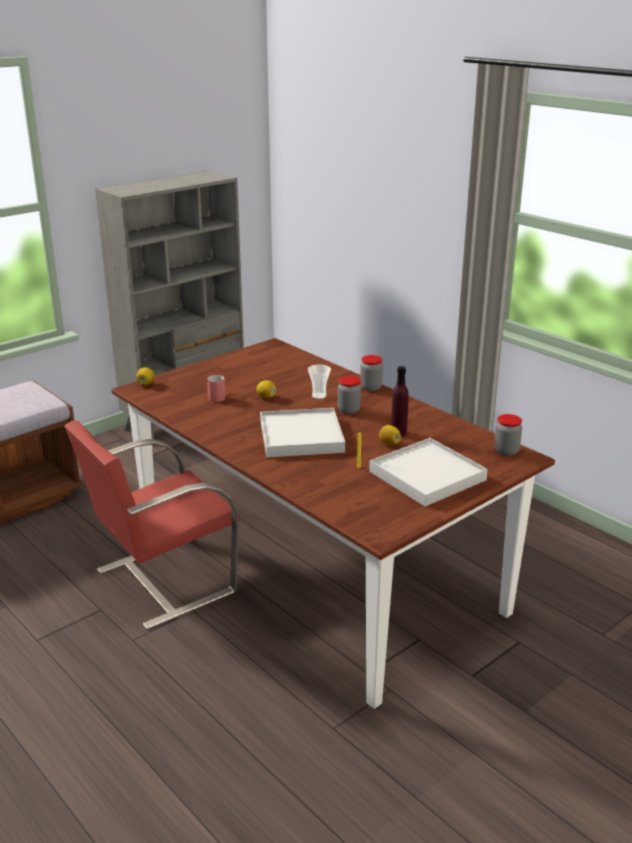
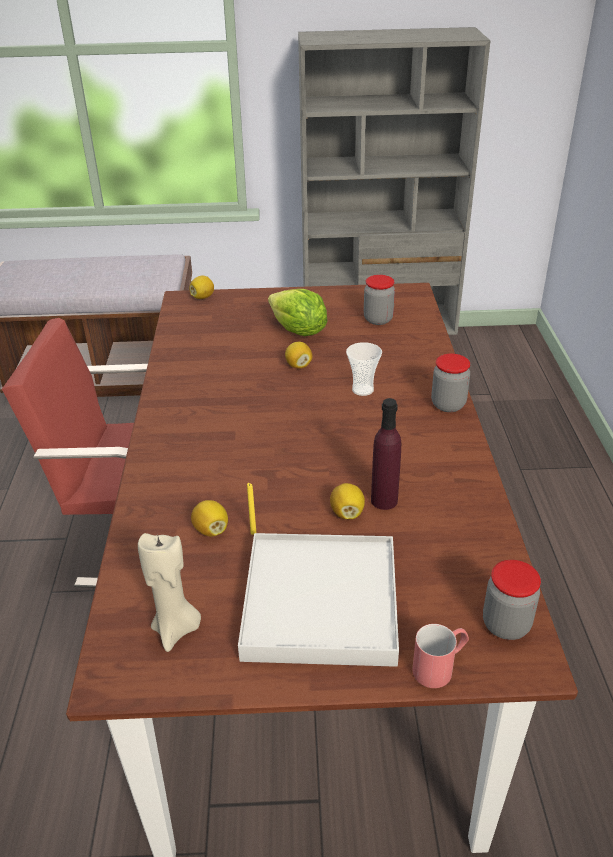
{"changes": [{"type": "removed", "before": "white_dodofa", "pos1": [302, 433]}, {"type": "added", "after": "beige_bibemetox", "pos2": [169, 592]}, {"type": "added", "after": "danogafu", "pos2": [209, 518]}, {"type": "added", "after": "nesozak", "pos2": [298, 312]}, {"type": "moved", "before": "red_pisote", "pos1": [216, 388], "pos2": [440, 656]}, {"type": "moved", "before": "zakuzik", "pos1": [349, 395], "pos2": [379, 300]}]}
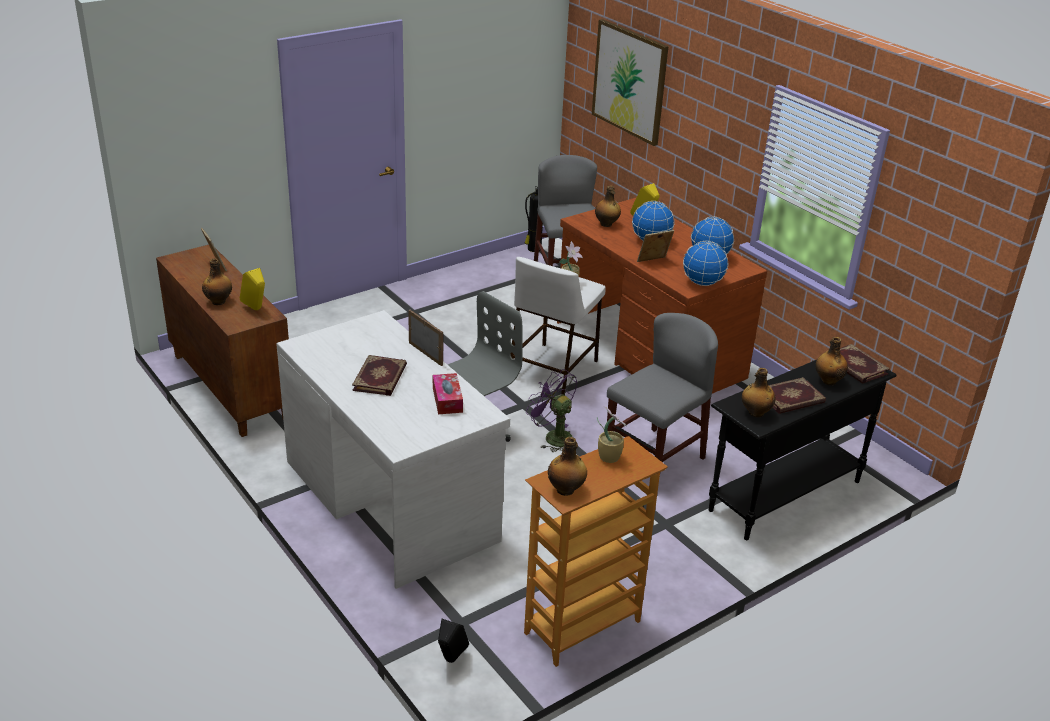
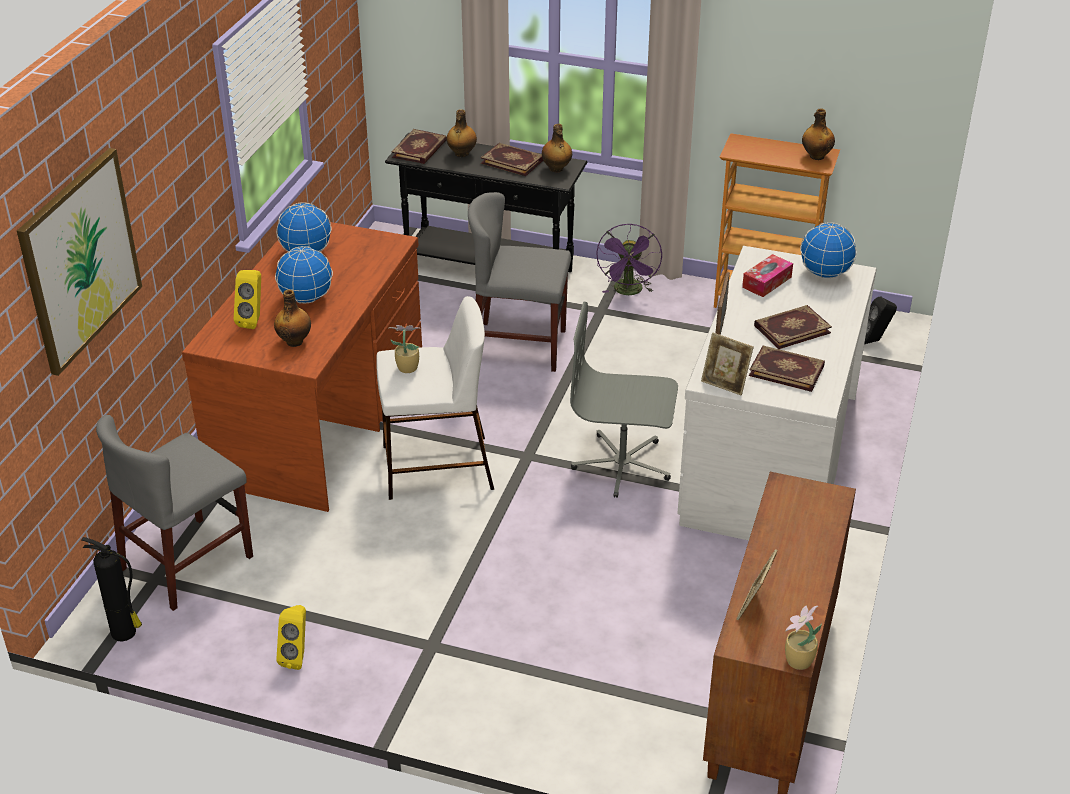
{"changes": [{"type": "removed", "before": "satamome", "pos1": [217, 281]}, {"type": "added", "after": "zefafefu", "pos2": [787, 369]}, {"type": "moved", "before": "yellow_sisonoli", "pos1": [252, 289], "pos2": [291, 637]}, {"type": "moved", "before": "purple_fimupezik", "pos1": [551, 410], "pos2": [629, 259]}, {"type": "moved", "before": "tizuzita", "pos1": [612, 434], "pos2": [803, 637]}, {"type": "moved", "before": "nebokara", "pos1": [655, 246], "pos2": [727, 364]}, {"type": "moved", "before": "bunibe", "pos1": [705, 263], "pos2": [828, 250]}]}
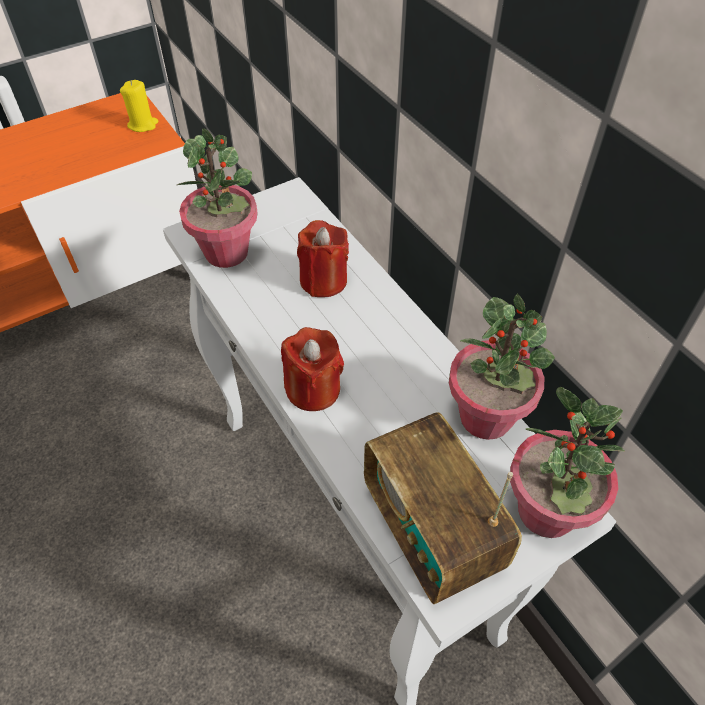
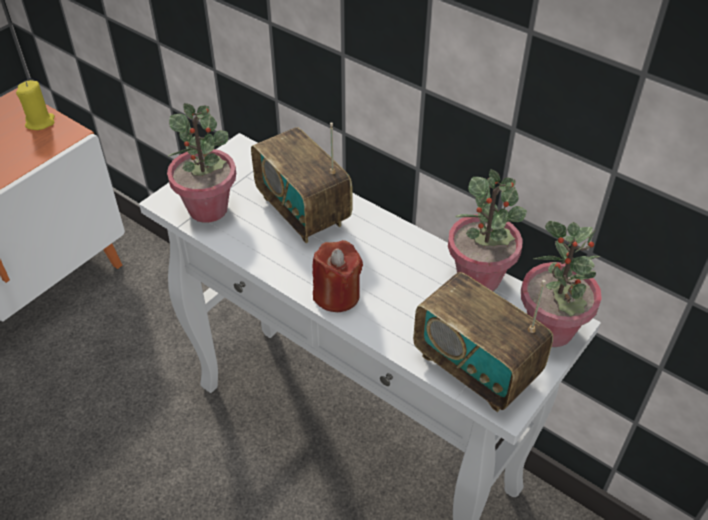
{"changes": [{"type": "replaced", "before": "red_bibemetox", "after": "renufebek", "pos1": [323, 258], "pos2": [302, 182]}]}
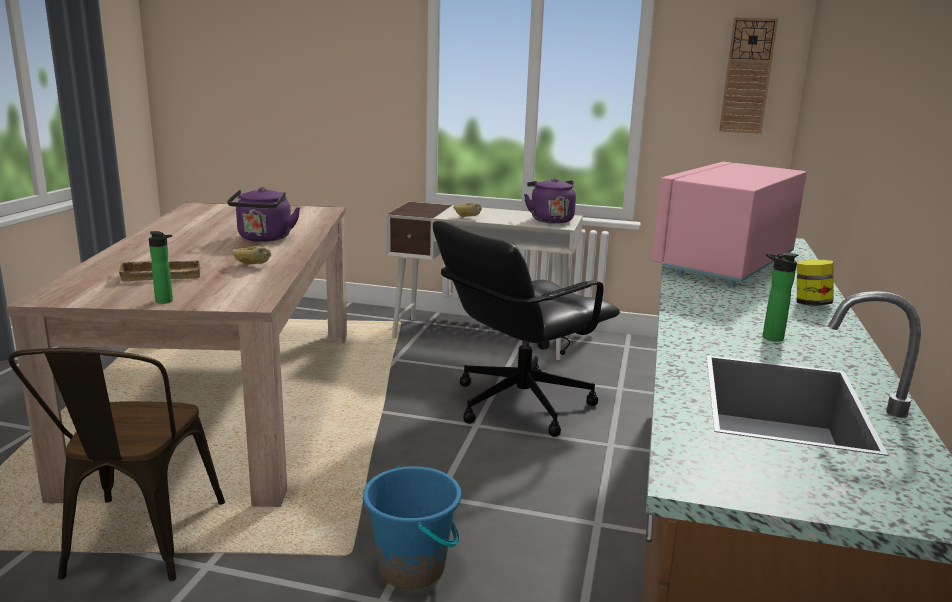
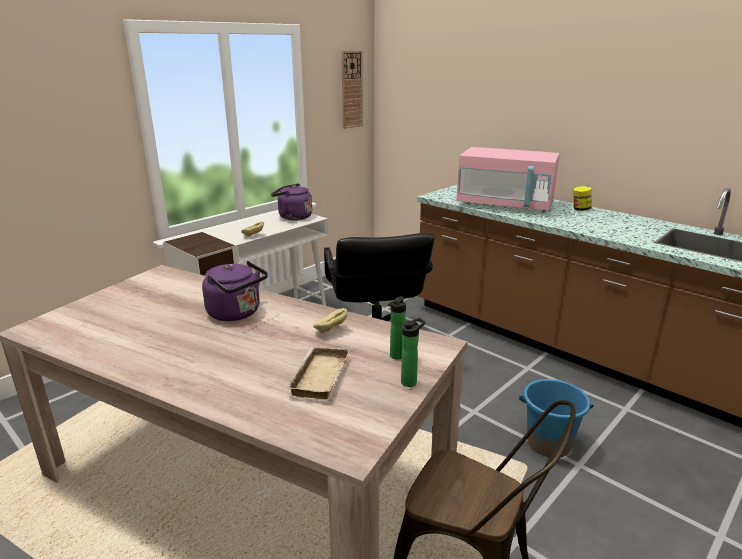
{"changes": [{"type": "moved", "before": "satamome", "pos1": [780, 297], "pos2": [397, 328]}, {"type": "turned", "before": "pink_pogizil", "pos1": [729, 224], "pos2": [508, 179], "turn": -45}]}
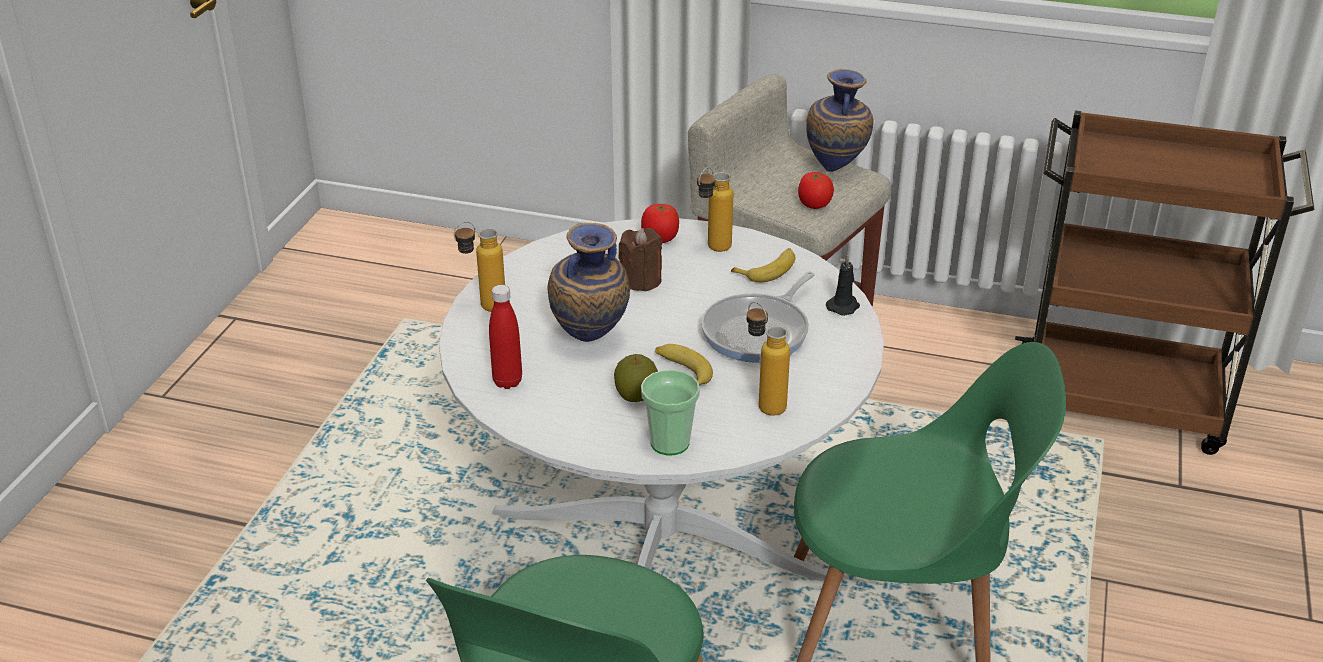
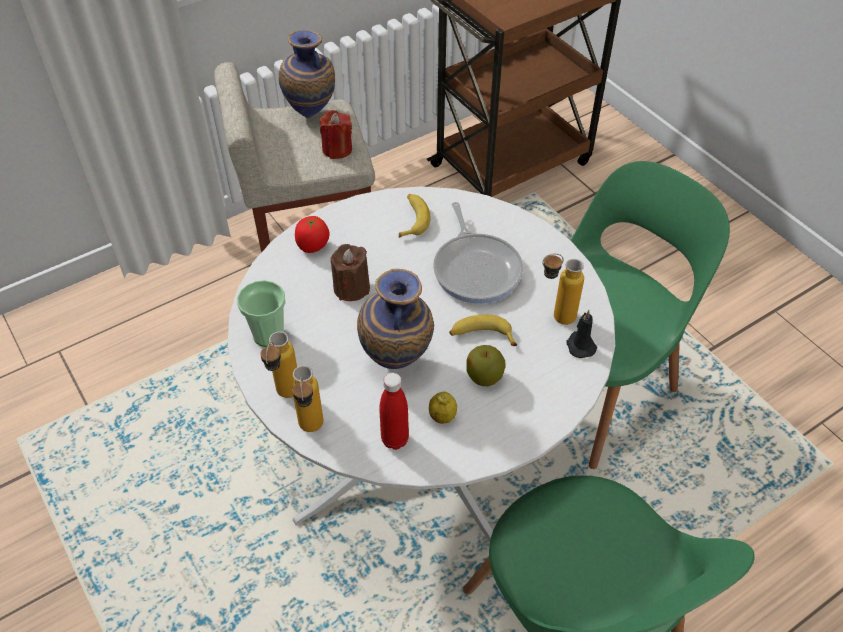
{"changes": [{"type": "added", "after": "danogafu", "pos2": [443, 408]}, {"type": "moved", "before": "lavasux", "pos1": [670, 413], "pos2": [261, 313]}, {"type": "moved", "before": "satamome", "pos1": [715, 209], "pos2": [307, 398]}, {"type": "moved", "before": "black_bibemetox", "pos1": [843, 285], "pos2": [581, 334]}, {"type": "replaced", "before": "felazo", "after": "red_bibemetox", "pos1": [816, 190], "pos2": [336, 134]}]}
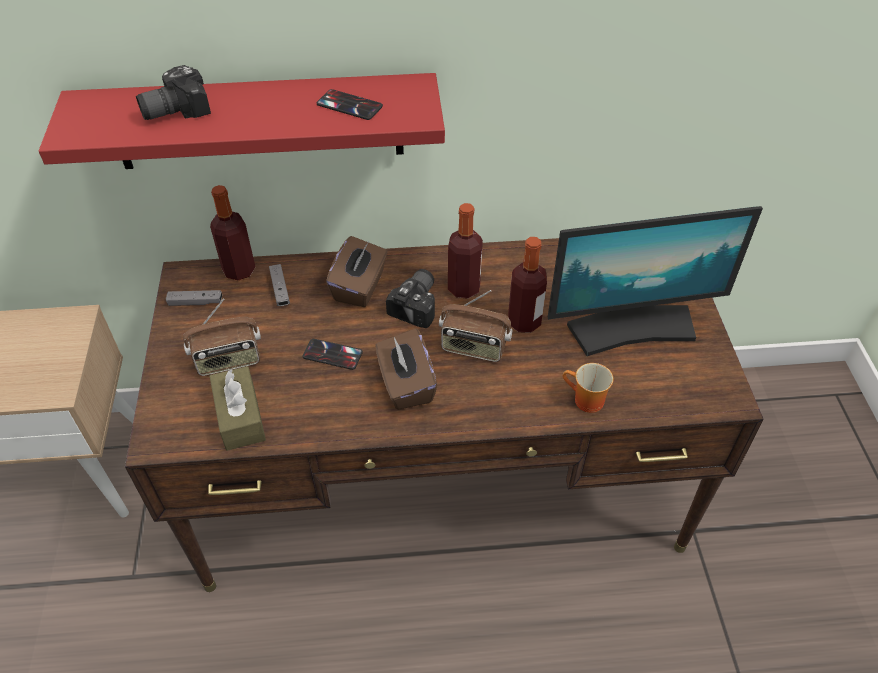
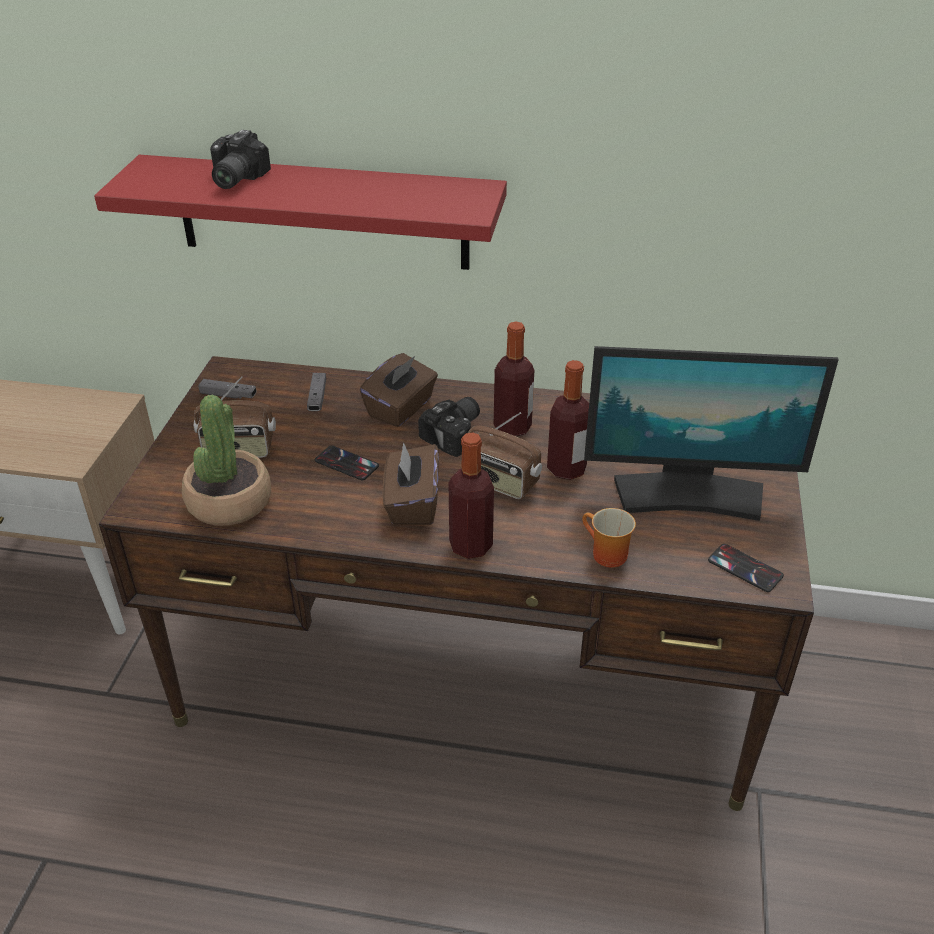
{"changes": [{"type": "moved", "before": "satamome", "pos1": [232, 232], "pos2": [471, 495]}, {"type": "moved", "before": "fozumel", "pos1": [350, 104], "pos2": [746, 568]}, {"type": "replaced", "before": "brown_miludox", "after": "tizuzita", "pos1": [238, 408], "pos2": [226, 460]}, {"type": "turned", "before": "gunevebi", "pos1": [173, 92], "pos2": [240, 159], "turn": -60}]}
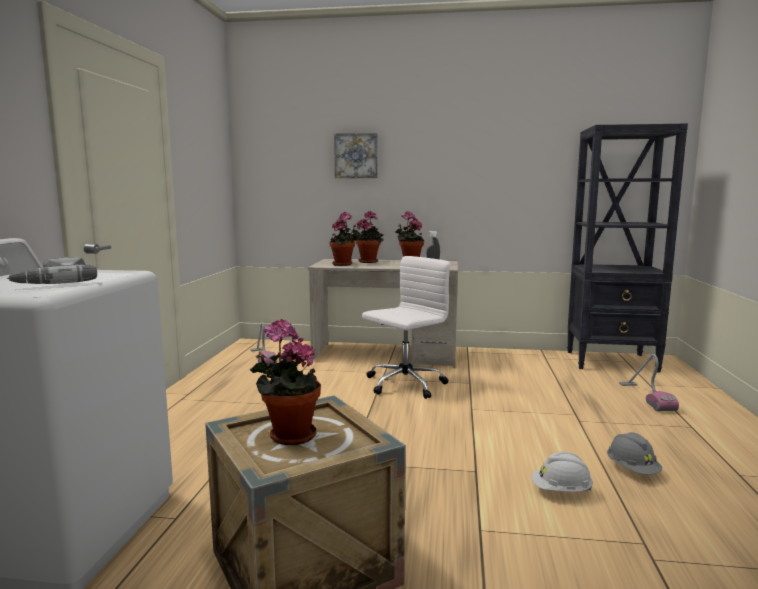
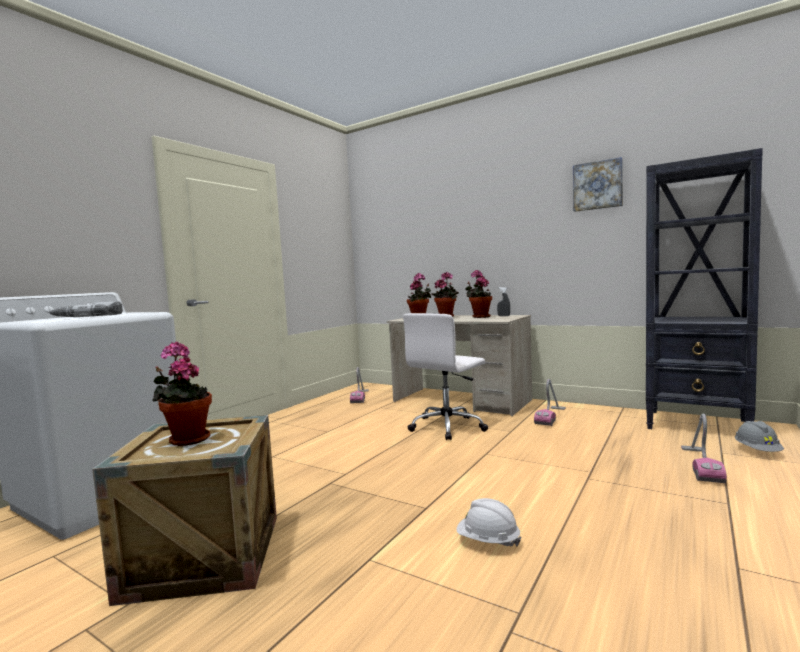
{"changes": [{"type": "added", "after": "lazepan", "pos2": [550, 402]}, {"type": "moved", "before": "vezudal", "pos1": [356, 155], "pos2": [598, 184]}, {"type": "moved", "before": "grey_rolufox", "pos1": [634, 453], "pos2": [759, 436]}, {"type": "turned", "before": "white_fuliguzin", "pos1": [406, 327], "pos2": [445, 376], "turn": 150}]}
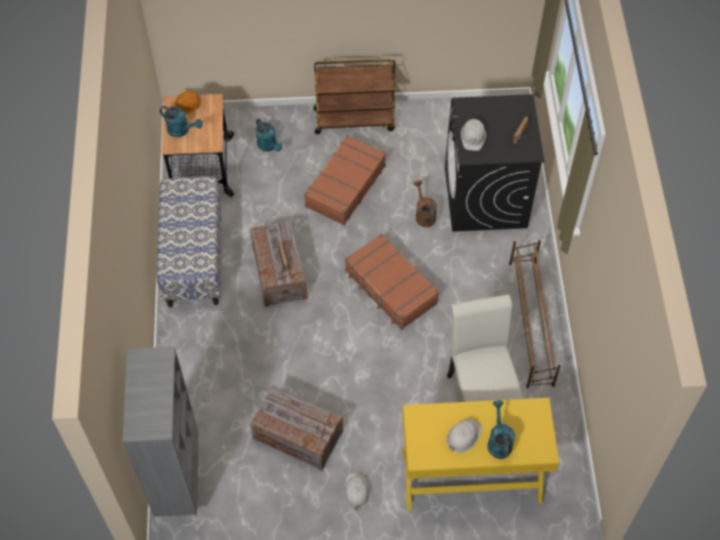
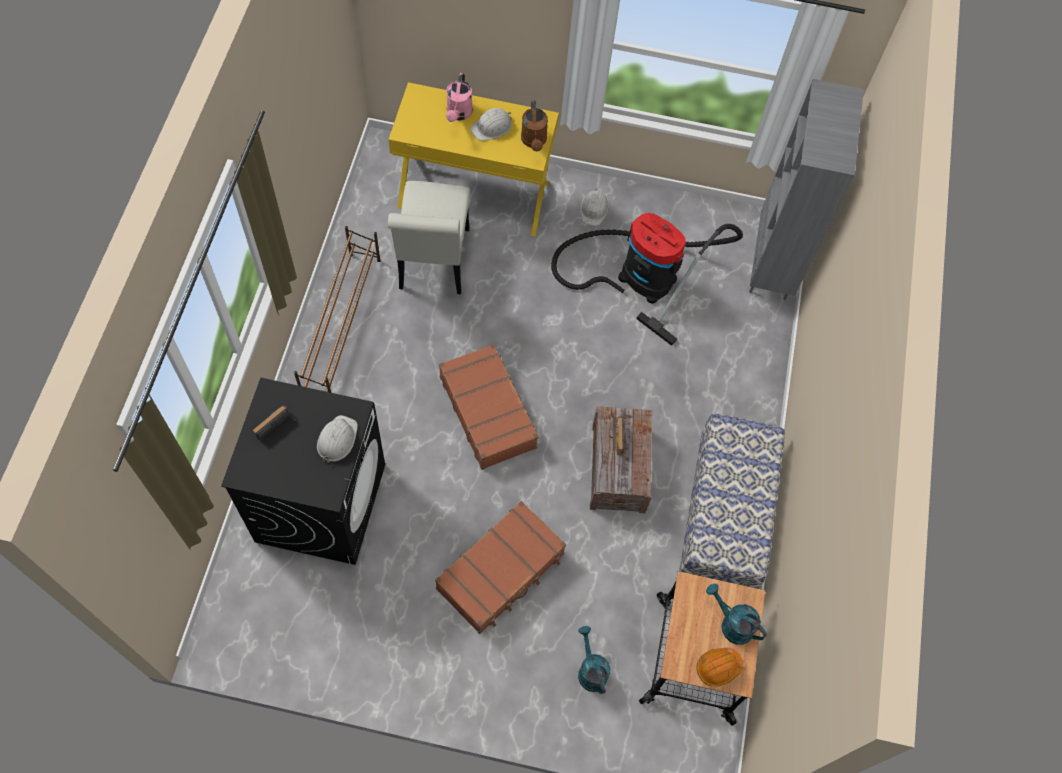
{"changes": [{"type": "removed", "before": "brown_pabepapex", "pos1": [354, 96]}, {"type": "moved", "before": "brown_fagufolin", "pos1": [425, 203], "pos2": [534, 126]}, {"type": "replaced", "before": "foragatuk", "after": "lazepan", "pos1": [296, 428], "pos2": [647, 279]}, {"type": "recoloured", "before": "turquoise_fagufolin", "after": "pink_fagufolin", "pos1": [501, 430], "pos2": [459, 97]}]}
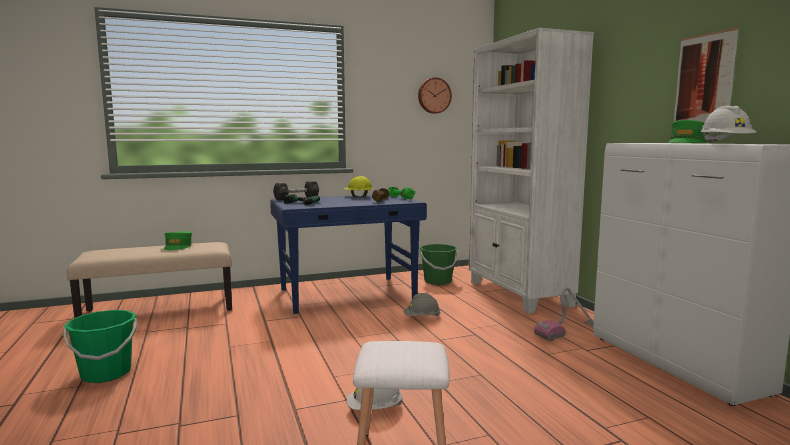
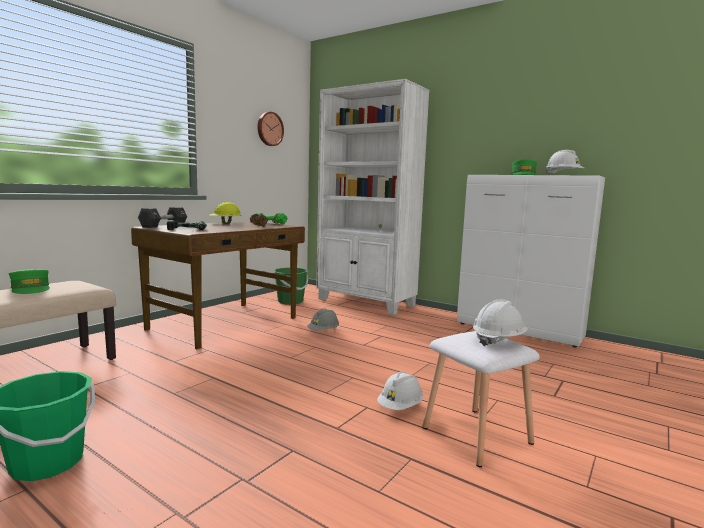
{"changes": [{"type": "removed", "before": "lazepan", "pos1": [564, 314]}, {"type": "removed", "before": "vezudal", "pos1": [706, 74]}, {"type": "added", "after": "white_rolufox", "pos2": [500, 323]}, {"type": "recoloured", "before": "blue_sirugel", "after": "brown_sirugel", "pos1": [348, 254], "pos2": [218, 285]}]}
